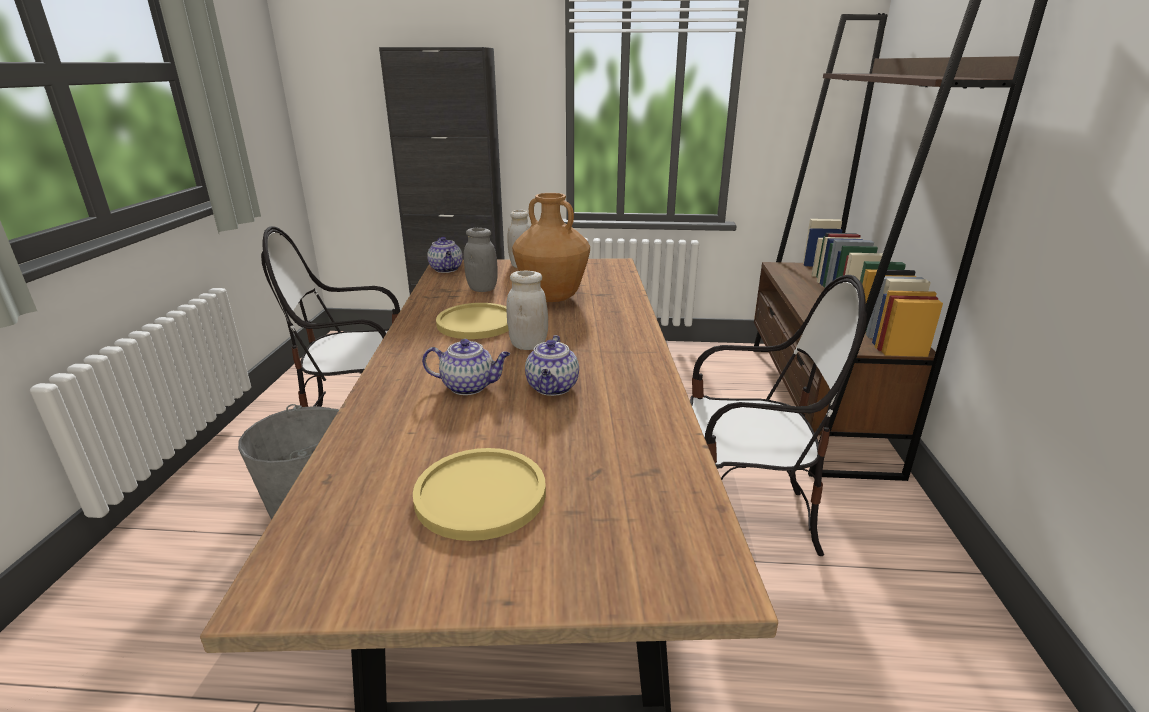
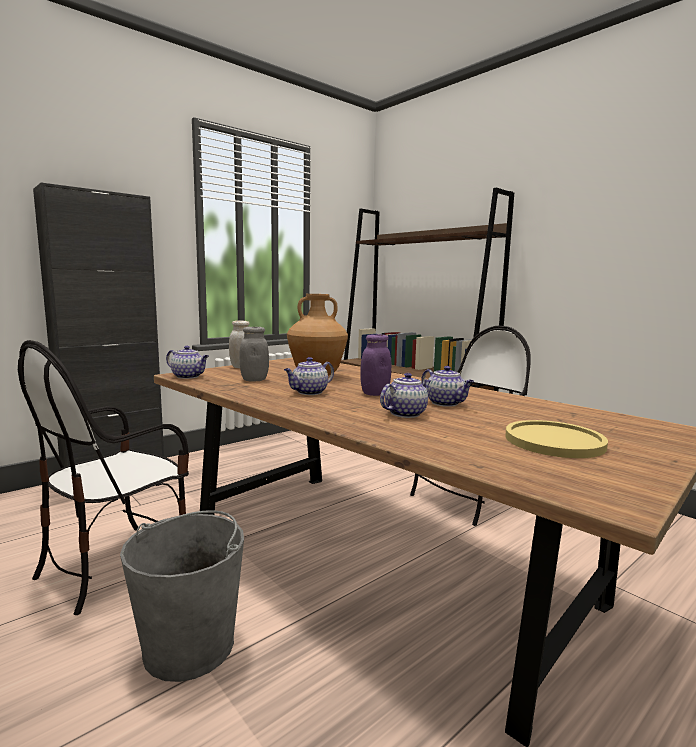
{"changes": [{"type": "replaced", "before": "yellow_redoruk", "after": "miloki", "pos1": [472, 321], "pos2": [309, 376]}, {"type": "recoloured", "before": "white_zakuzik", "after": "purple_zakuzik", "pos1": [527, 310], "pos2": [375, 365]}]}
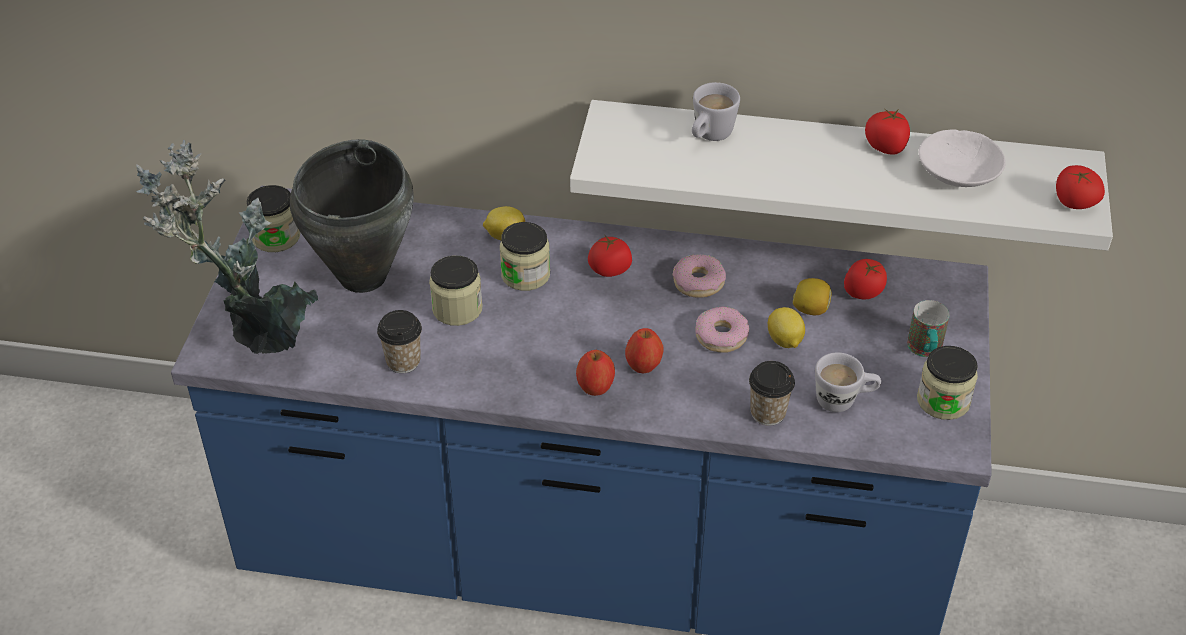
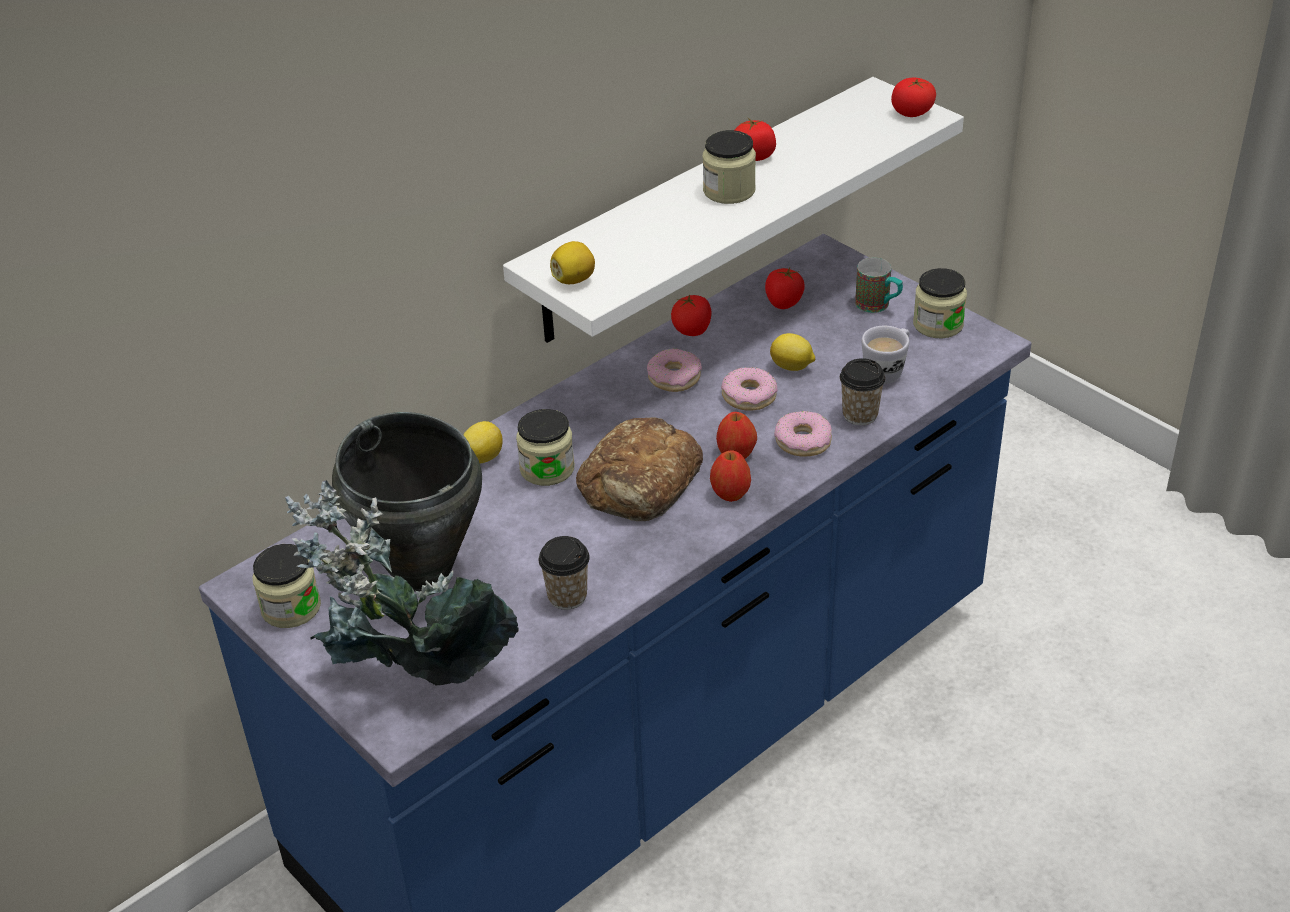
{"changes": [{"type": "removed", "before": "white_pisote", "pos1": [716, 111]}, {"type": "removed", "before": "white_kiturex", "pos1": [962, 158]}, {"type": "added", "after": "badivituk", "pos2": [639, 469]}, {"type": "added", "after": "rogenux", "pos2": [803, 433]}, {"type": "moved", "before": "zakuzik", "pos1": [456, 291], "pos2": [729, 167]}, {"type": "moved", "before": "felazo", "pos1": [610, 255], "pos2": [691, 315]}, {"type": "moved", "before": "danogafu", "pos1": [812, 296], "pos2": [572, 262]}]}
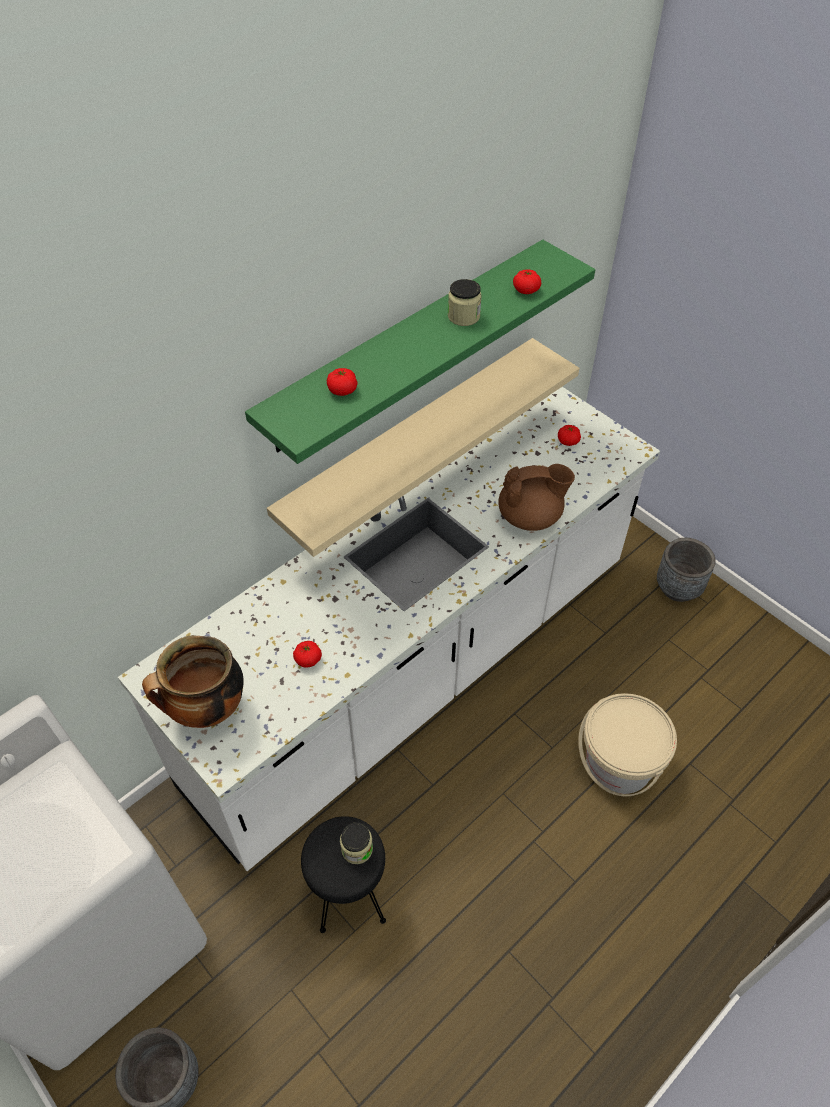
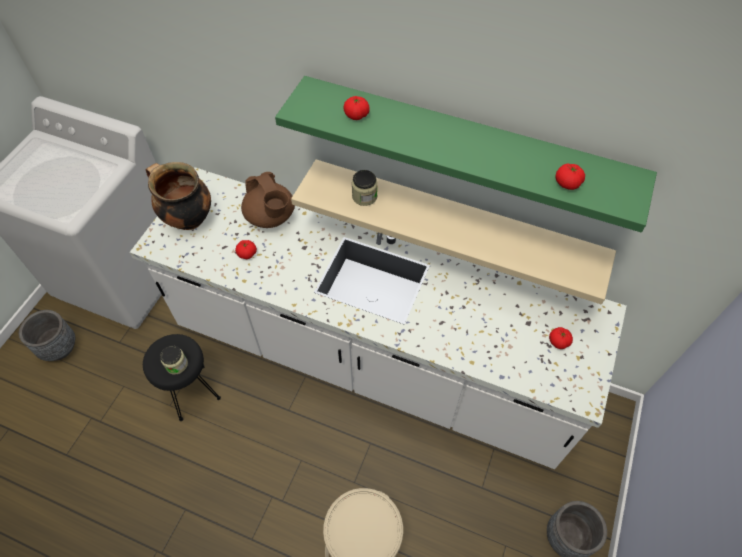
{"changes": [{"type": "moved", "before": "zakuzik", "pos1": [465, 302], "pos2": [365, 188]}, {"type": "moved", "before": "brown_miloki", "pos1": [536, 497], "pos2": [268, 200]}]}
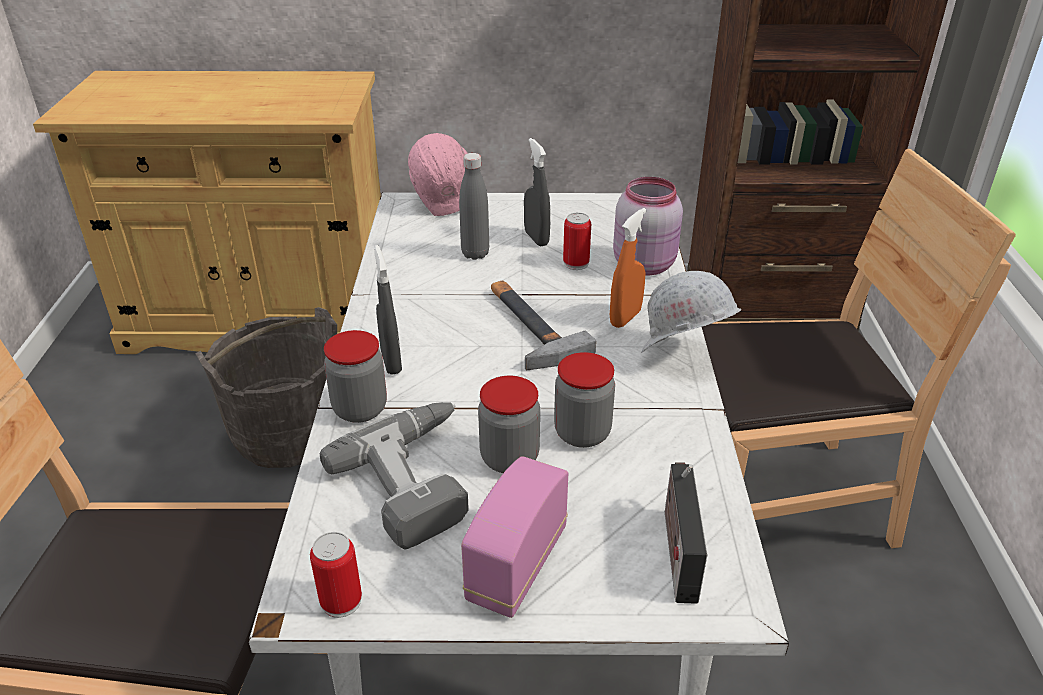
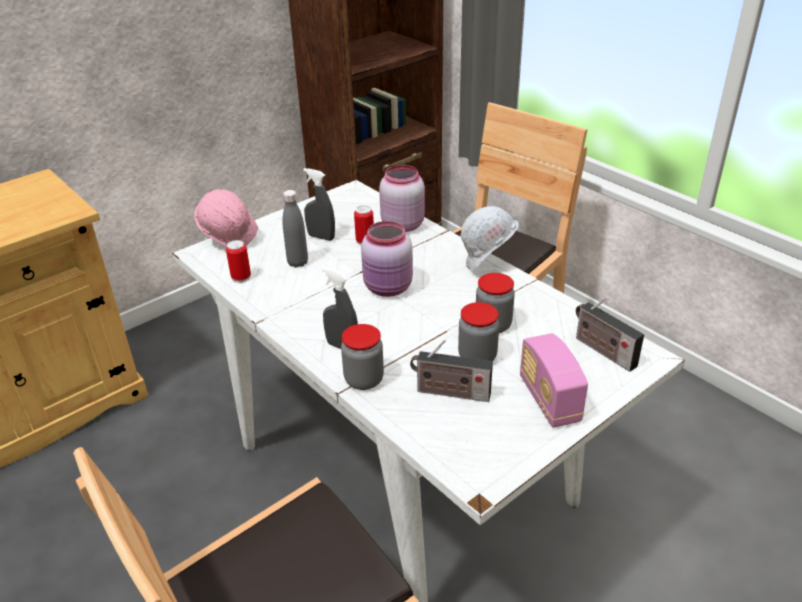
{"changes": [{"type": "removed", "before": "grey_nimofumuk", "pos1": [266, 387]}, {"type": "removed", "before": "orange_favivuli", "pos1": [628, 268]}, {"type": "moved", "before": "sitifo", "pos1": [336, 575], "pos2": [238, 261]}, {"type": "replaced", "before": "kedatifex", "after": "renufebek", "pos1": [394, 476], "pos2": [451, 371]}, {"type": "replaced", "before": "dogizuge", "after": "pink_zakuzik", "pos1": [543, 325], "pos2": [387, 259]}]}
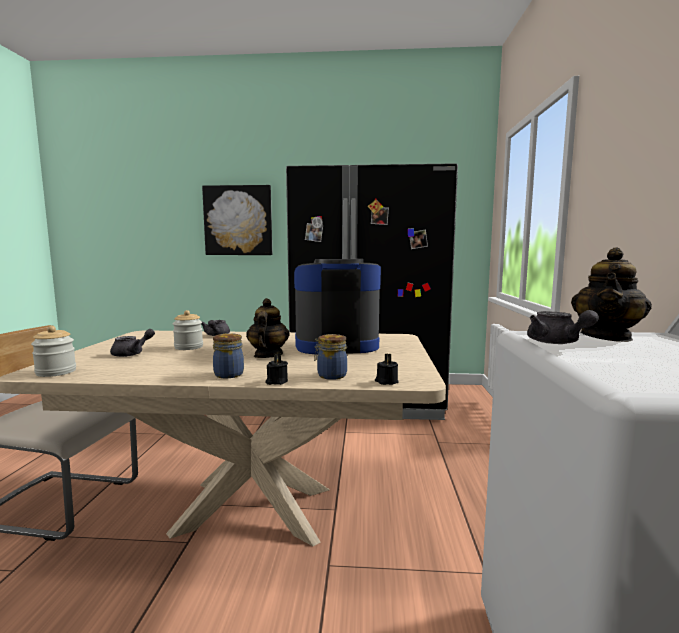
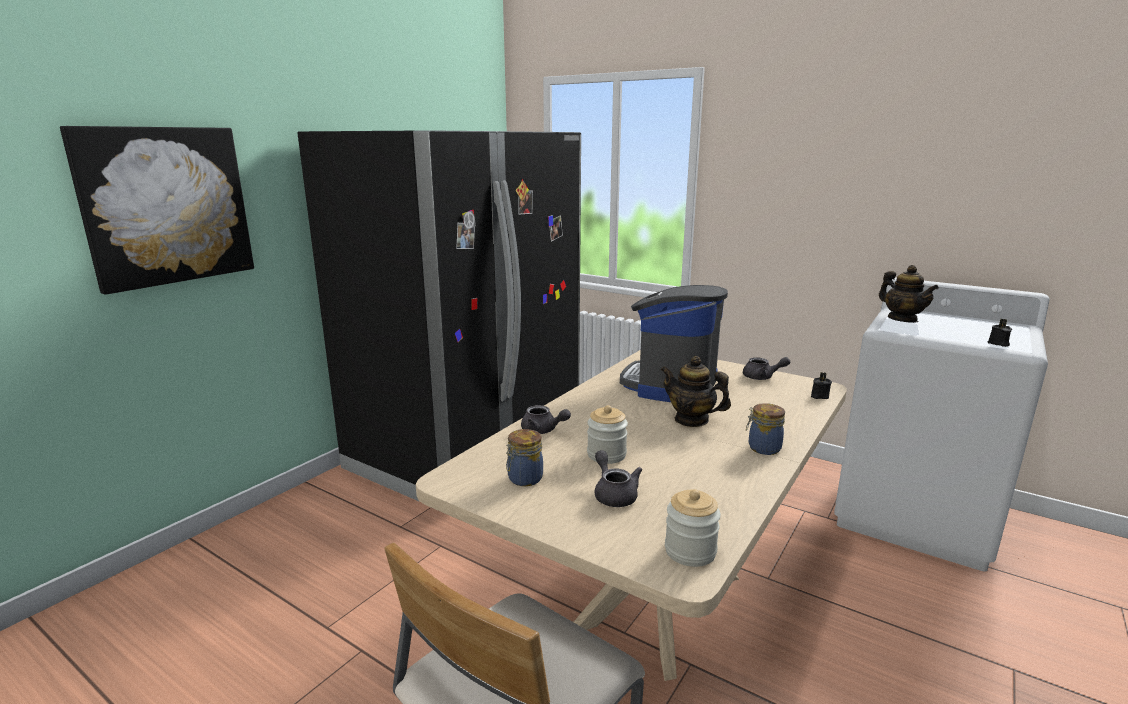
{"changes": [{"type": "moved", "before": "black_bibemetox", "pos1": [276, 369], "pos2": [999, 333]}, {"type": "moved", "before": "zakuzik", "pos1": [330, 357], "pos2": [524, 457]}, {"type": "moved", "before": "grey_miloki", "pos1": [563, 327], "pos2": [766, 368]}]}
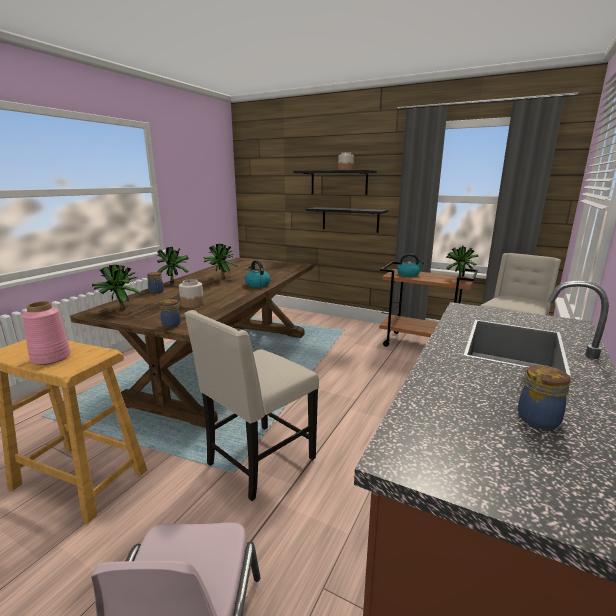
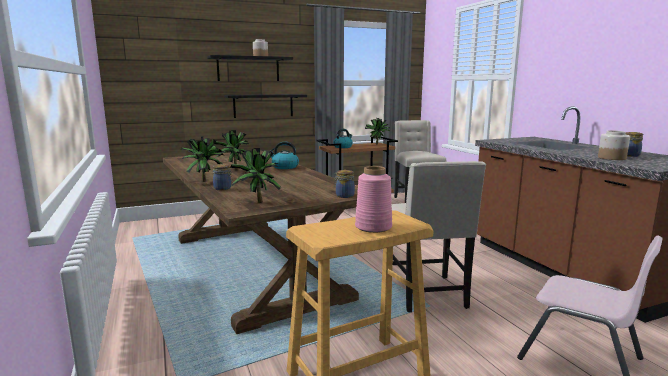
{"changes": [{"type": "moved", "before": "zakuzik", "pos1": [191, 293], "pos2": [614, 145]}]}
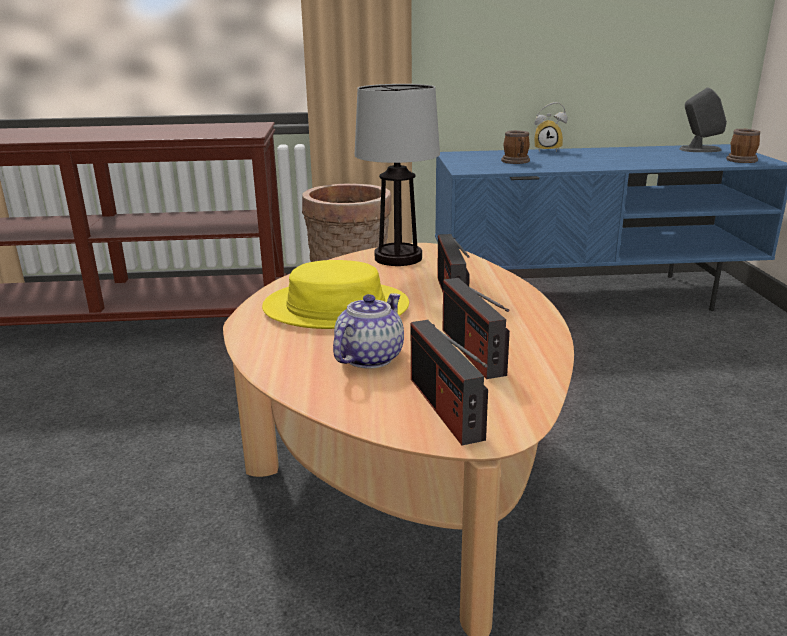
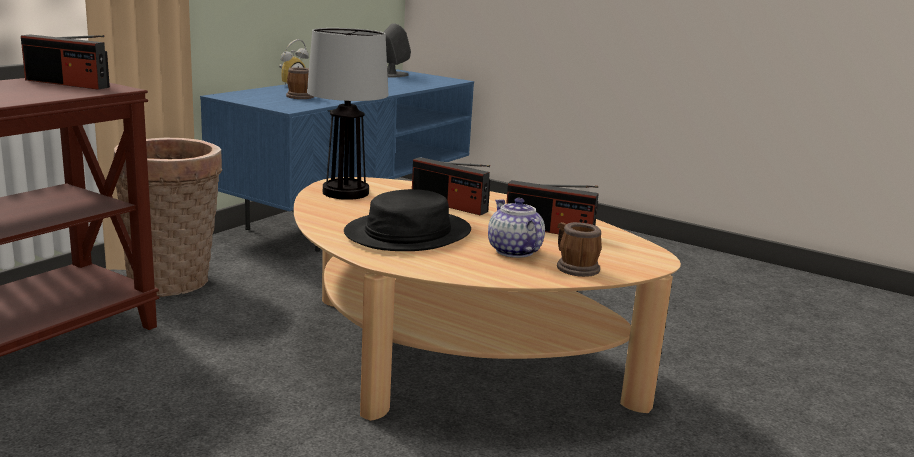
{"changes": [{"type": "moved", "before": "renufebek", "pos1": [449, 383], "pos2": [65, 62]}, {"type": "moved", "before": "pisote", "pos1": [743, 146], "pos2": [579, 249]}, {"type": "recoloured", "before": "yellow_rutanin", "after": "black_rutanin", "pos1": [335, 294], "pos2": [407, 220]}]}
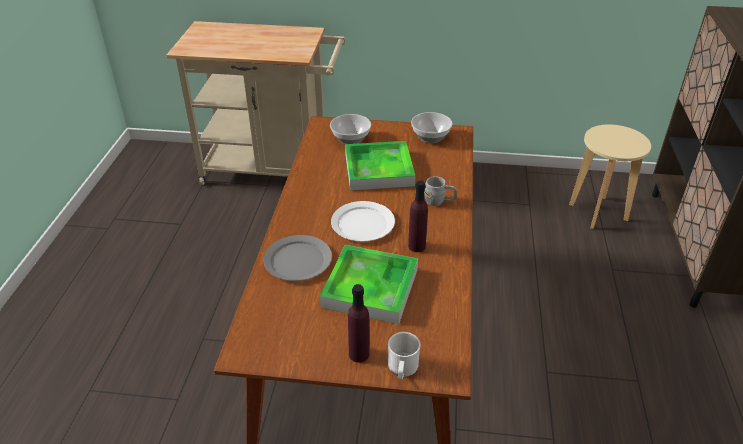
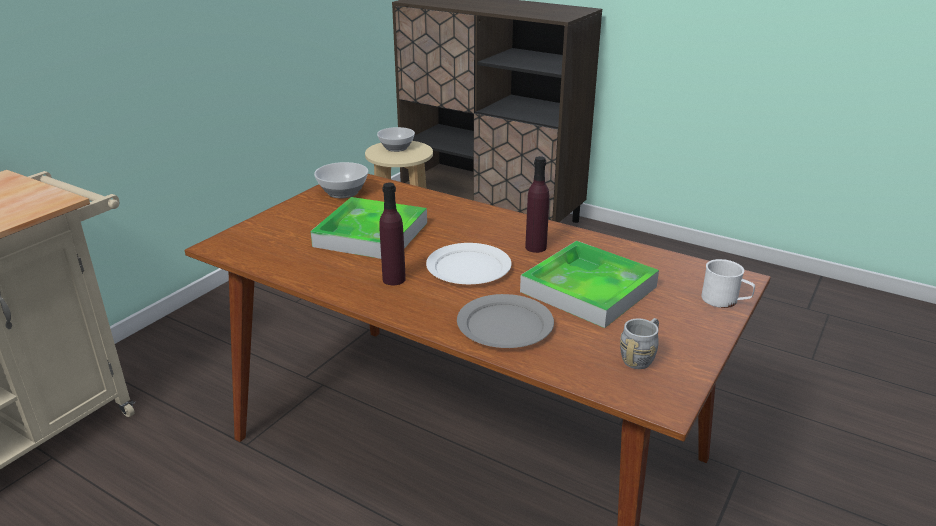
{"changes": [{"type": "moved", "before": "kiturex", "pos1": [350, 129], "pos2": [396, 139]}, {"type": "moved", "before": "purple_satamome", "pos1": [359, 323], "pos2": [392, 234]}, {"type": "moved", "before": "grey_pisote", "pos1": [440, 191], "pos2": [639, 343]}]}
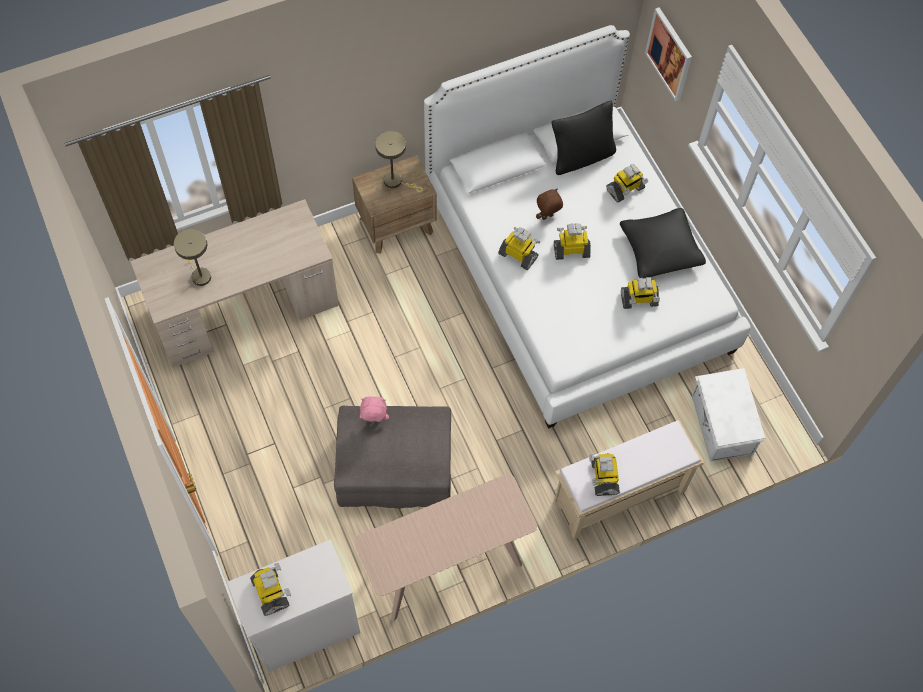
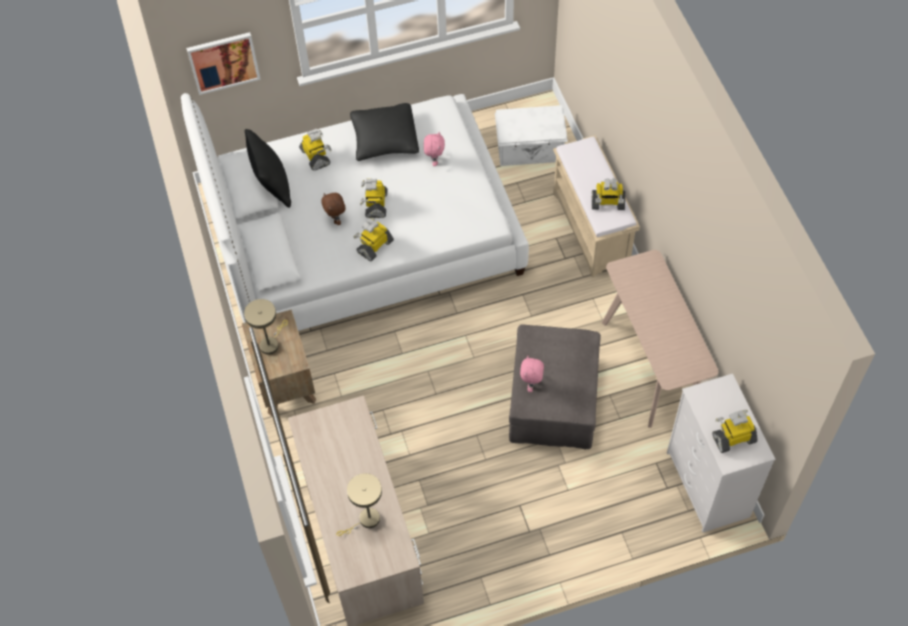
{"changes": [{"type": "replaced", "before": "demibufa", "after": "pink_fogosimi", "pos1": [640, 293], "pos2": [434, 149]}]}
